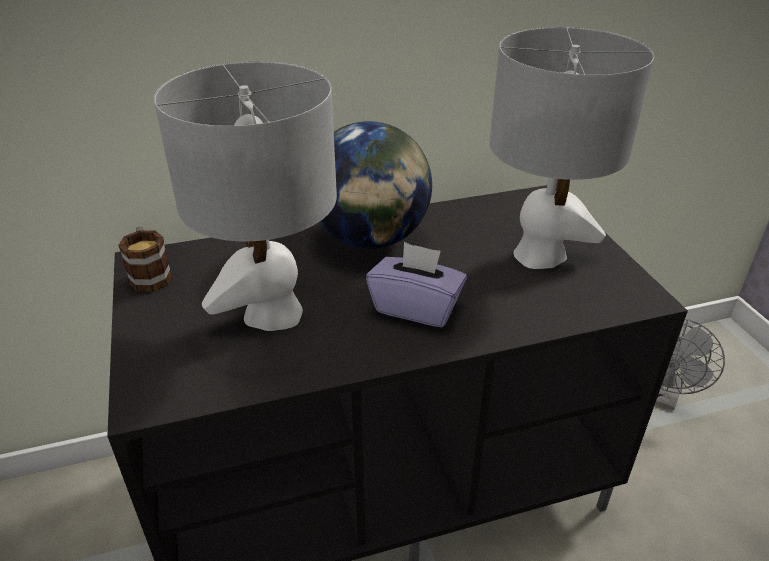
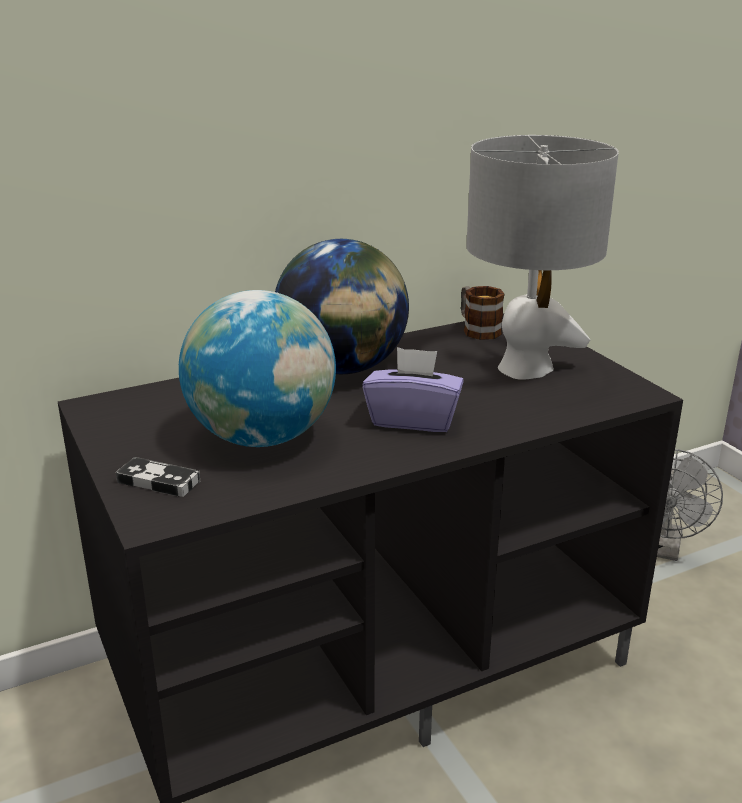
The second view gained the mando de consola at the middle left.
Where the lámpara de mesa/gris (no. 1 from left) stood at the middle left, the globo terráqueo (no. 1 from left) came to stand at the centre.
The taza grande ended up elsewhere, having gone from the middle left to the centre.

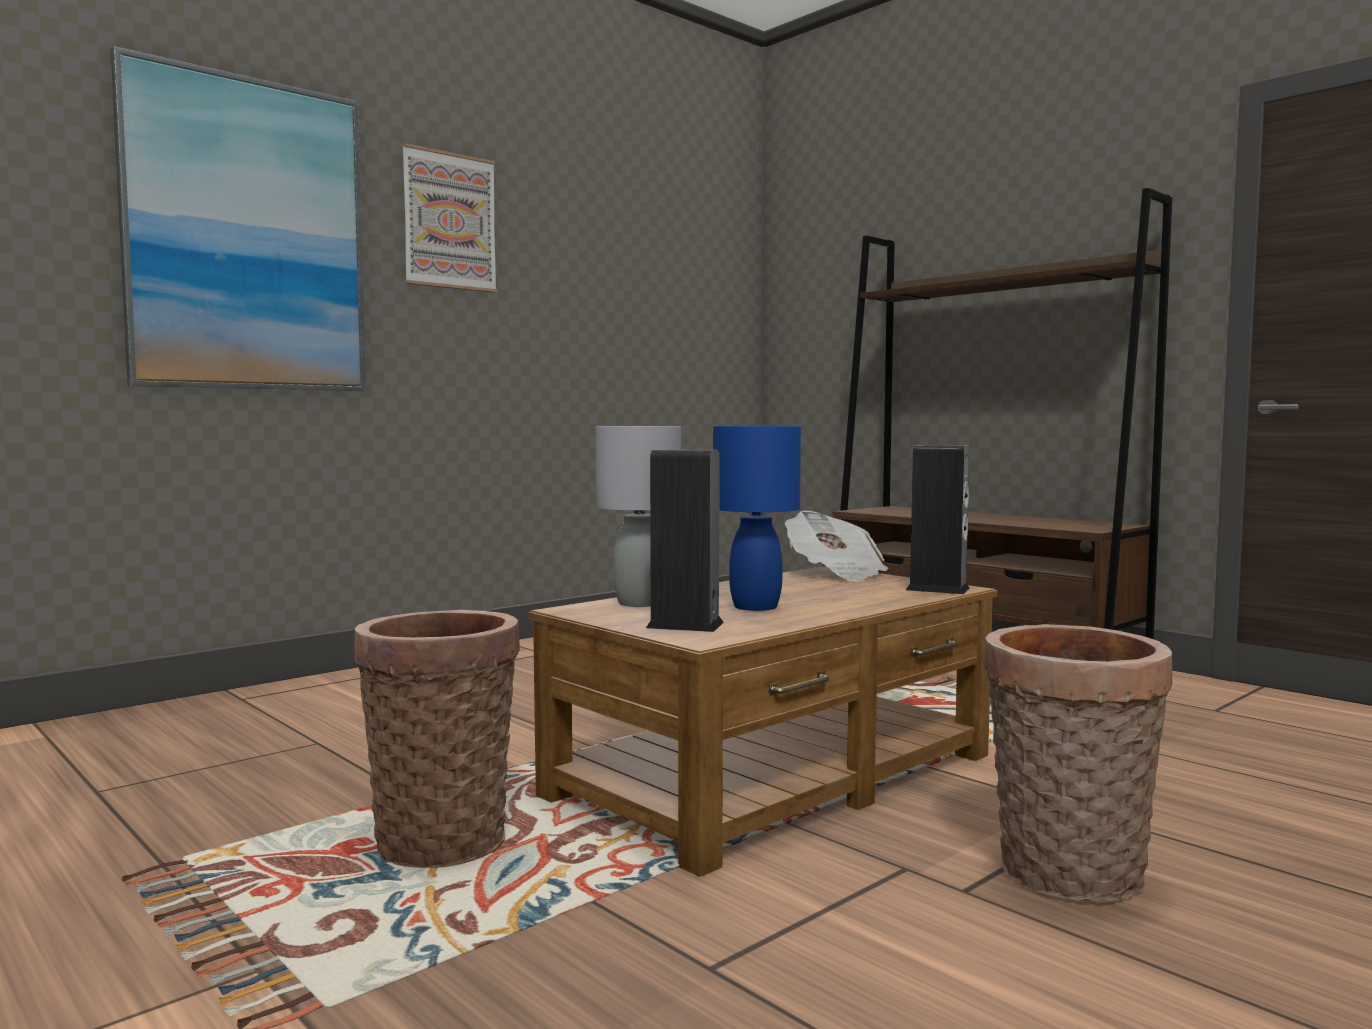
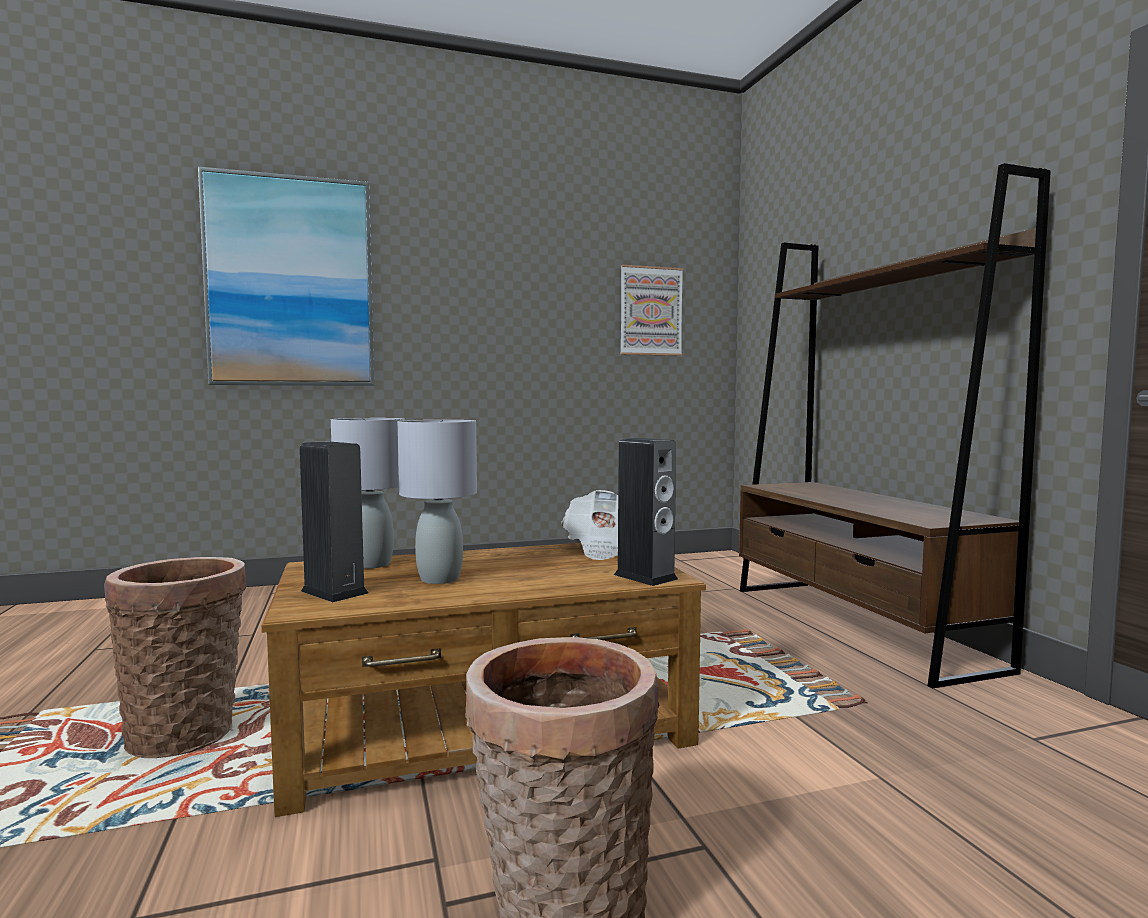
What was the lámpara de mesa/azul at the centre turned into the lámpara de mesa/gris (no. 2 from left) at the centre.
The cuadro (no. 2 from left) ended up elsewhere, having gone from the top left to the centre.

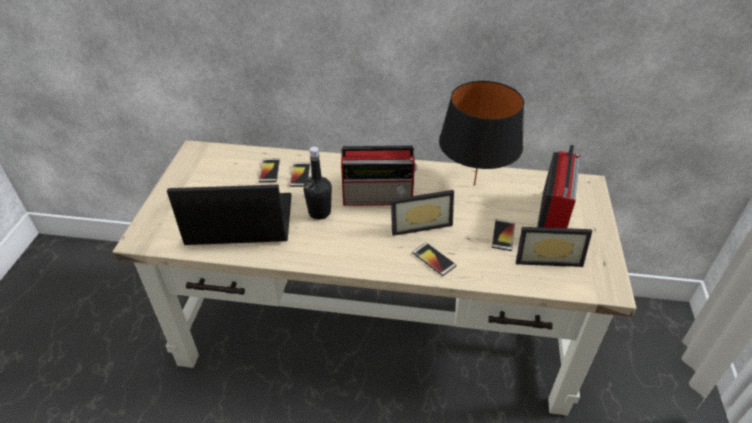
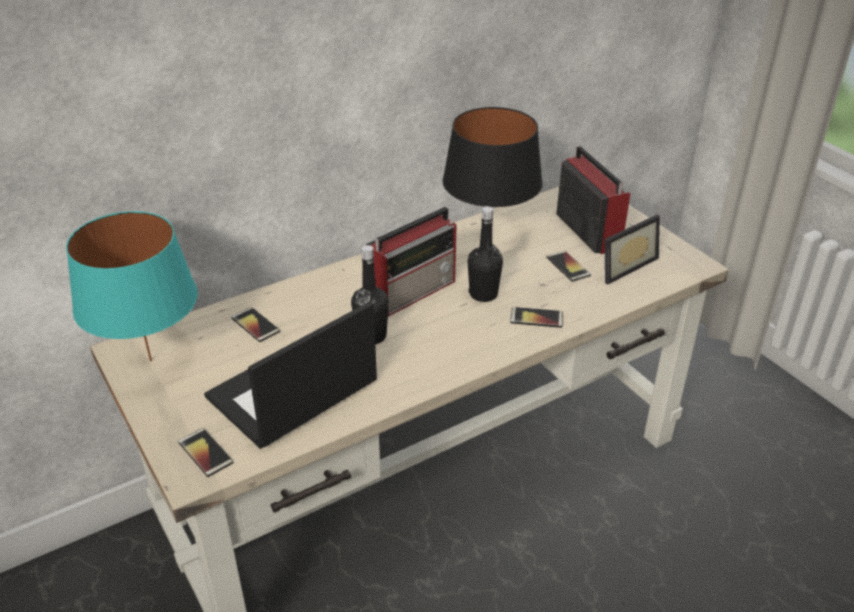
The second view gained the lámpara de mesa/turquesa at the middle left.
The móvil (no. 2 from left in the first image) ended up elsewhere, having gone from the centre to the bottom left.
Where the portarretratos (no. 1 from left) stood at the centre, the botella/negro (no. 2 from left) came to stand at the centre.

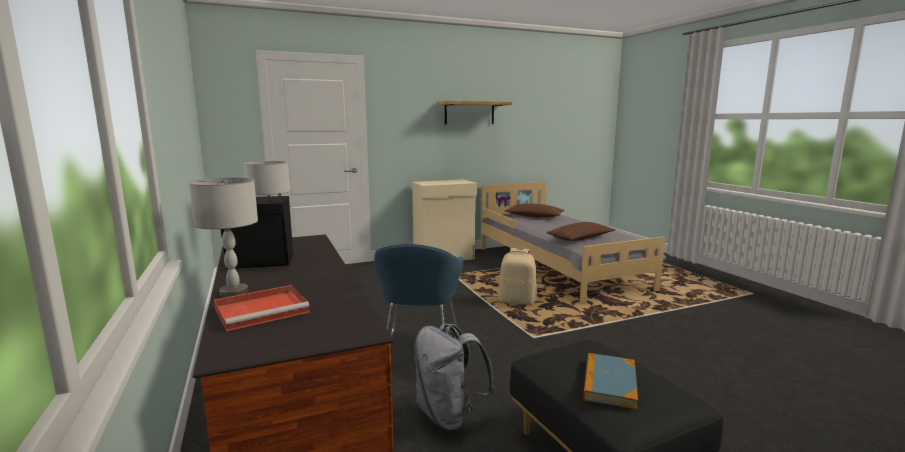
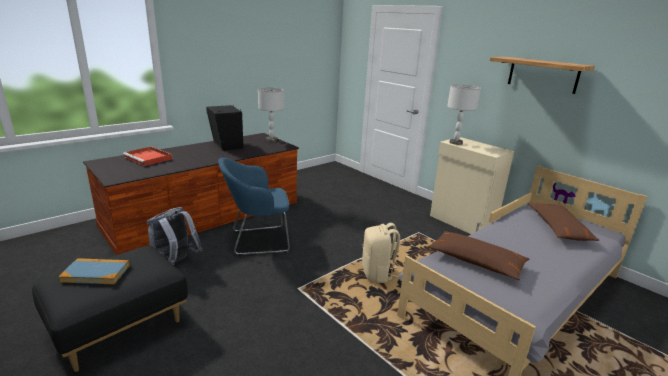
The lámpara de mesa/gris (no. 1 from left in the first image) ended up elsewhere, having gone from the middle left to the top right.

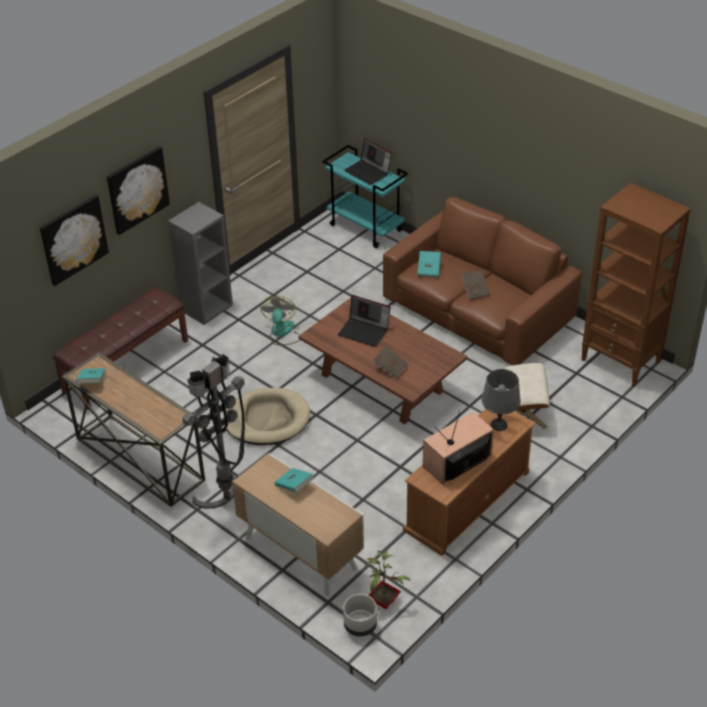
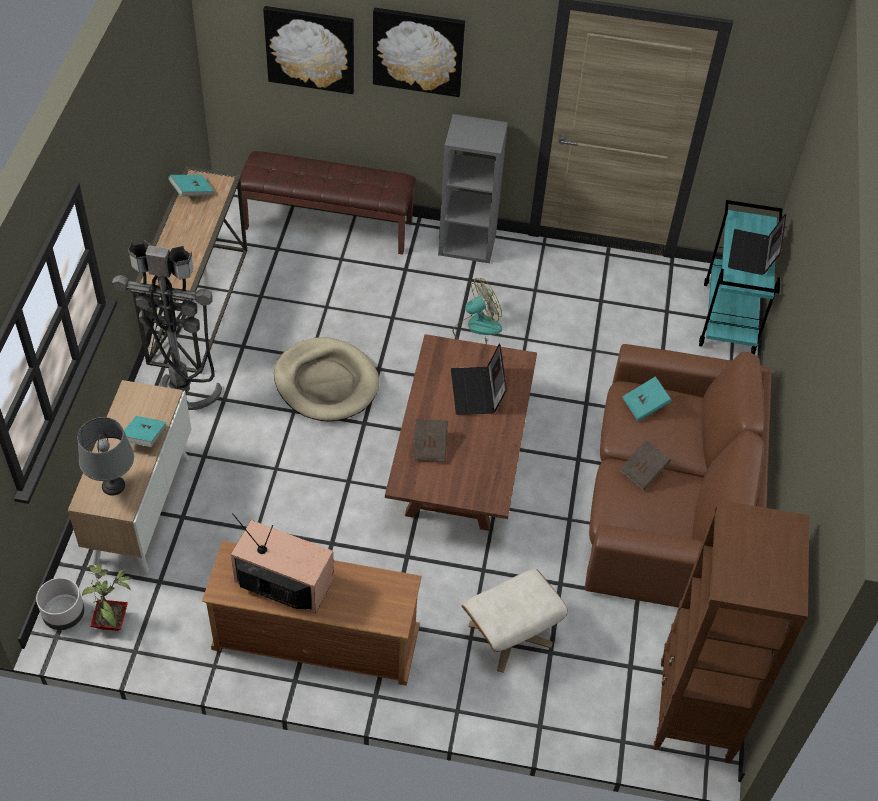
The lámpara de mesa/gris ended up elsewhere, having gone from the middle right to the middle left.

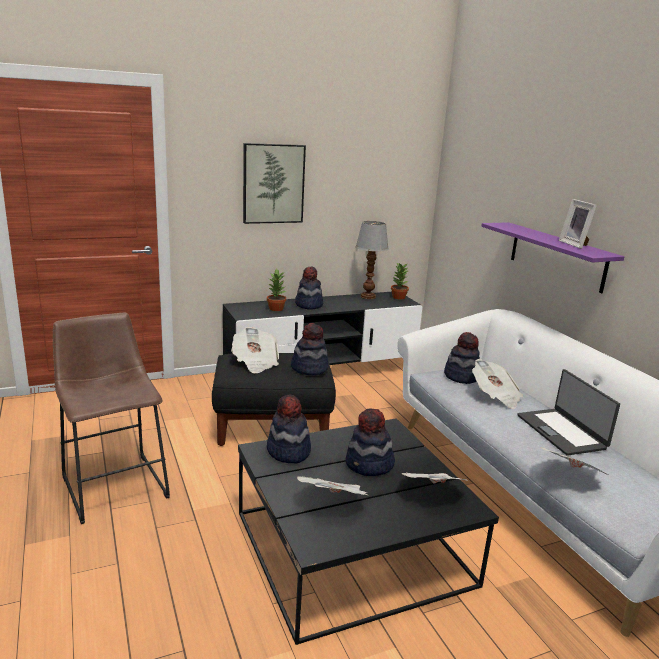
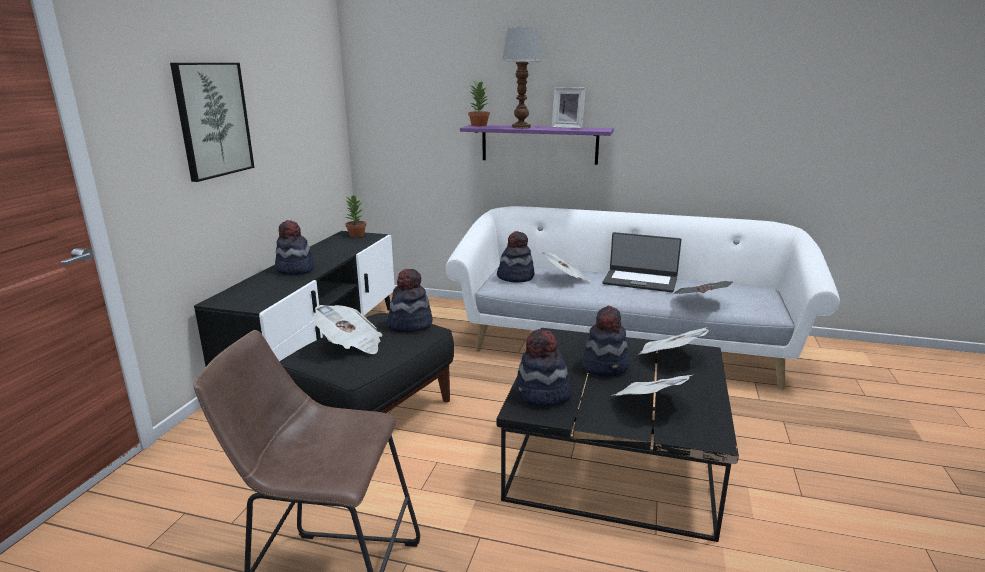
The planta en maceta (no. 1 from left in the first image) ended up elsewhere, having gone from the centre to the top centre.
The lámpara de mesa ended up elsewhere, having gone from the centre to the top centre.

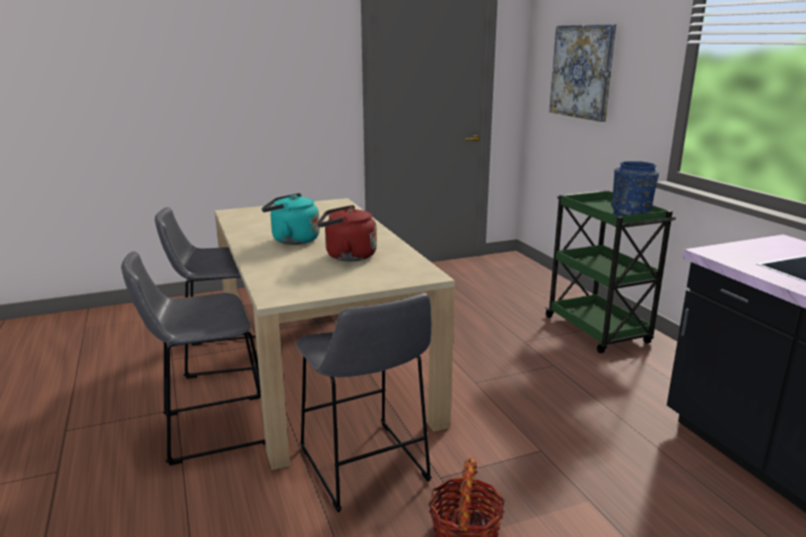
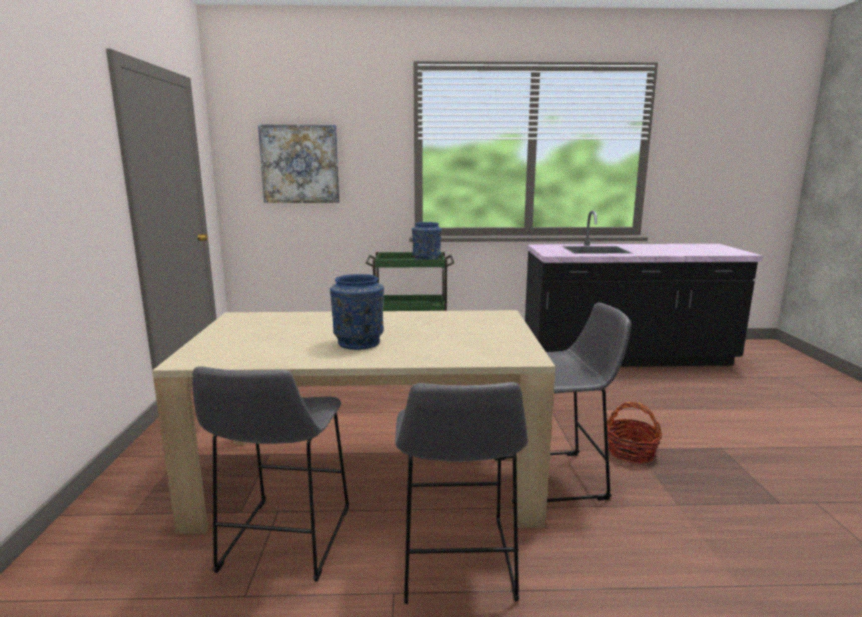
Where the hervidor/turquesa stood at the centre, the florero/azul (no. 1 from left) came to stand at the centre.
The second view lost the hervidor/rojo at the centre.

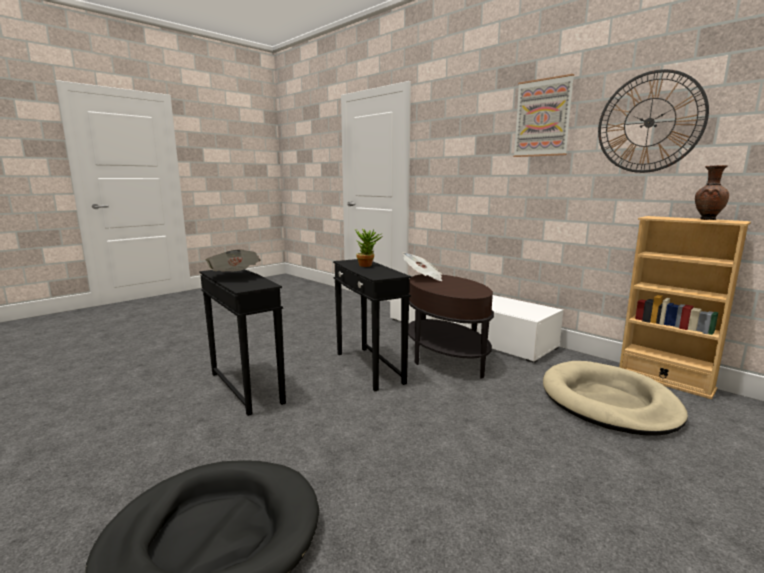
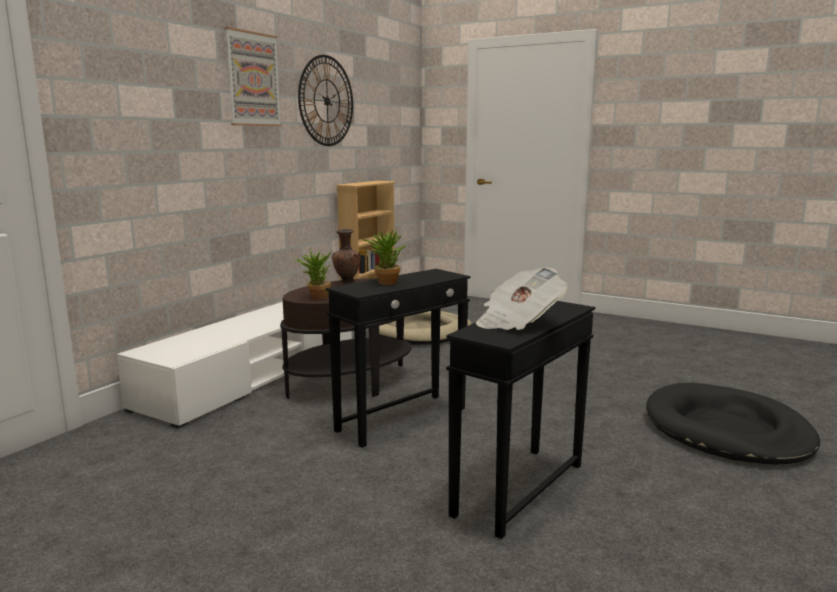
Where the periódico (no. 2 from left) stood at the centre, the planta en maceta (no. 1 from left) came to stand at the centre.
The florero/marrón ended up elsewhere, having gone from the middle right to the centre.

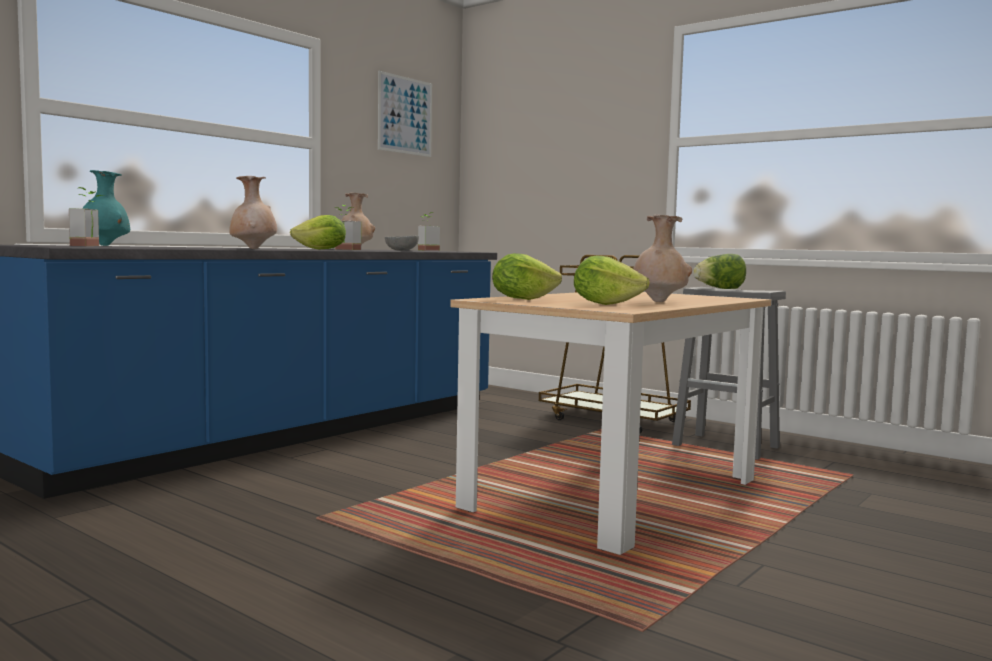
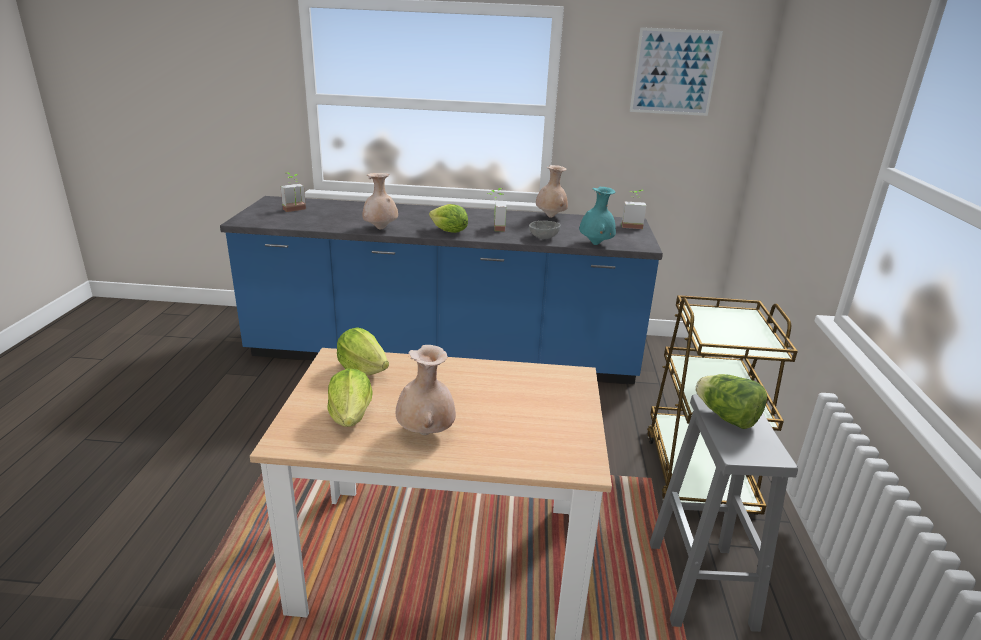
The florero/turquesa ended up elsewhere, having gone from the top left to the centre.

